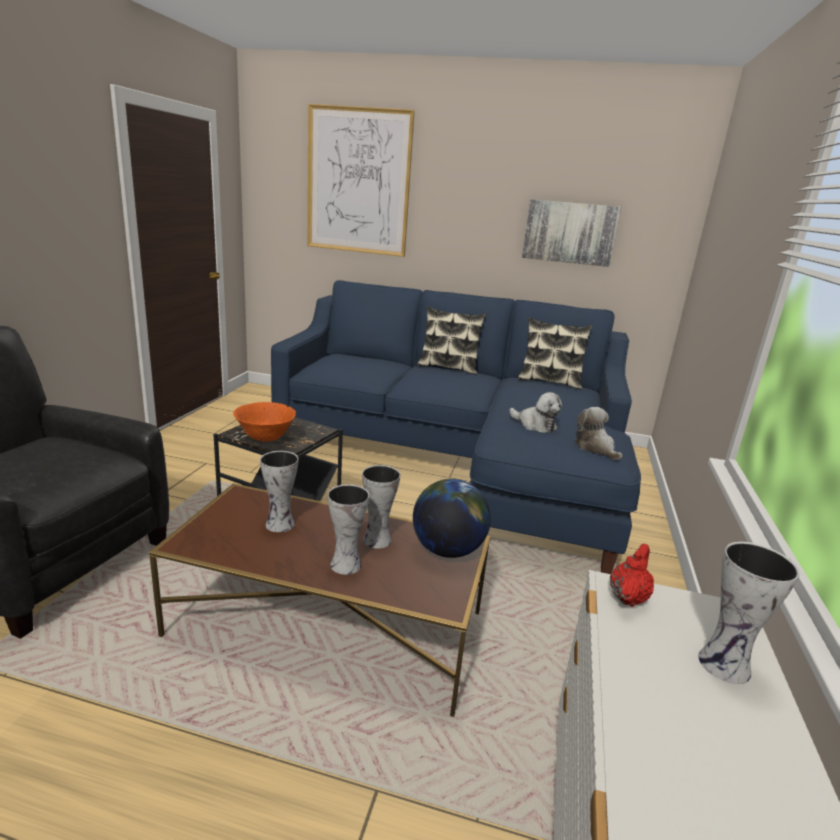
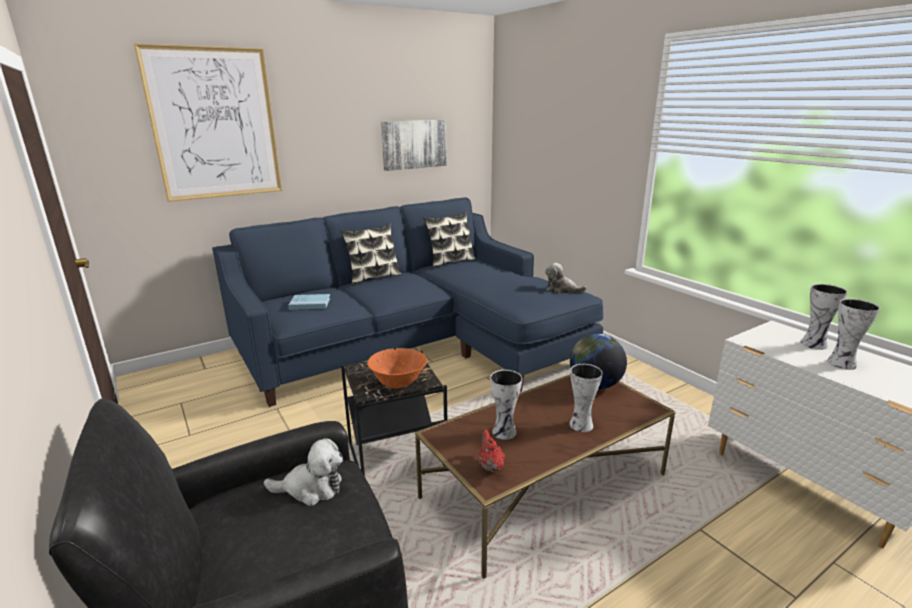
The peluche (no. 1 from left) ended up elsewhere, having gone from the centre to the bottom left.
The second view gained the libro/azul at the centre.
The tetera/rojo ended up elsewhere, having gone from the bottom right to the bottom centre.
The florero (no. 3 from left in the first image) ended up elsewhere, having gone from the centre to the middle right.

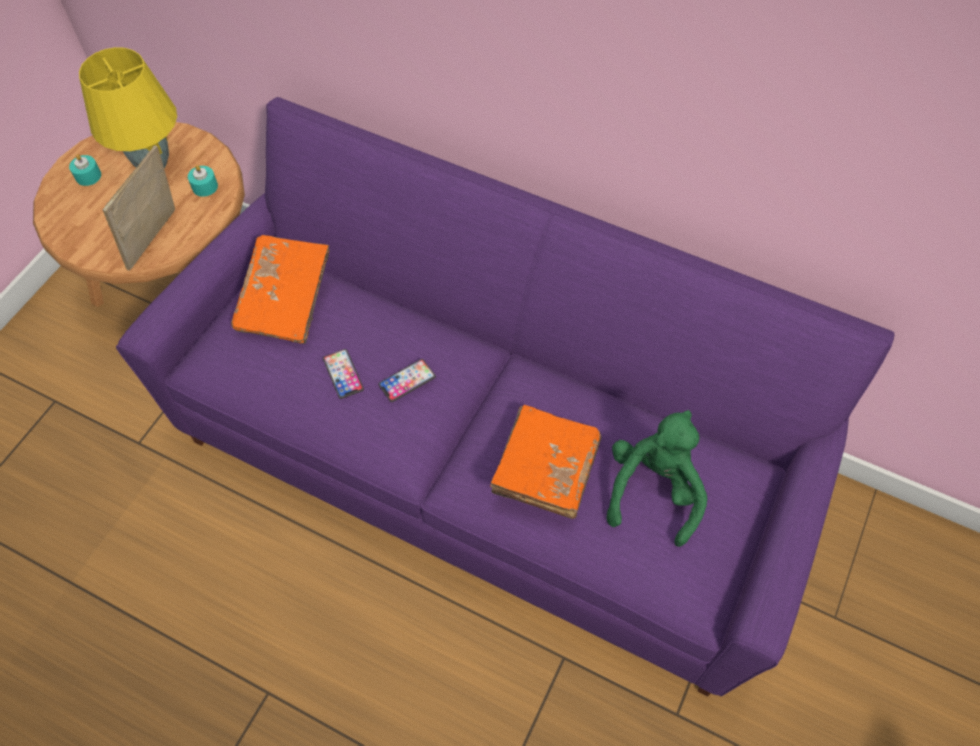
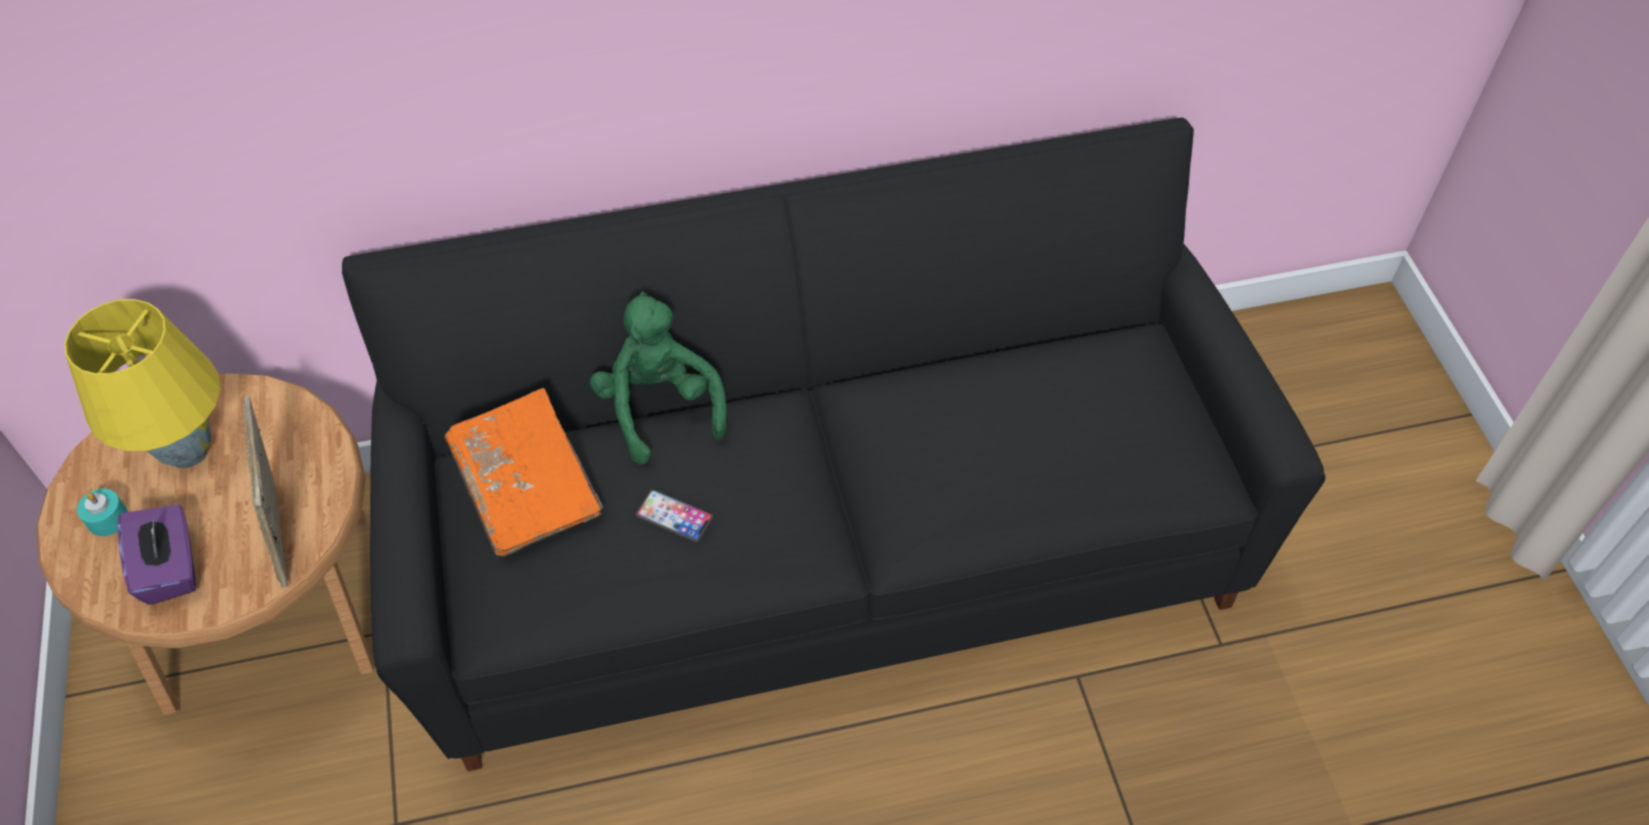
The second view gained the caja de pañuelos/morado at the bottom left.
What was the sofá/morado at the centre turned into the sofá/negro at the centre.
The peluche/verde ended up elsewhere, having gone from the middle right to the centre.
The second view lost the vela/turquesa (no. 2 from left) at the top left.
The second view lost the móvil (no. 2 from left) at the centre.
The second view lost the libro/naranja (no. 2 from left) at the centre.

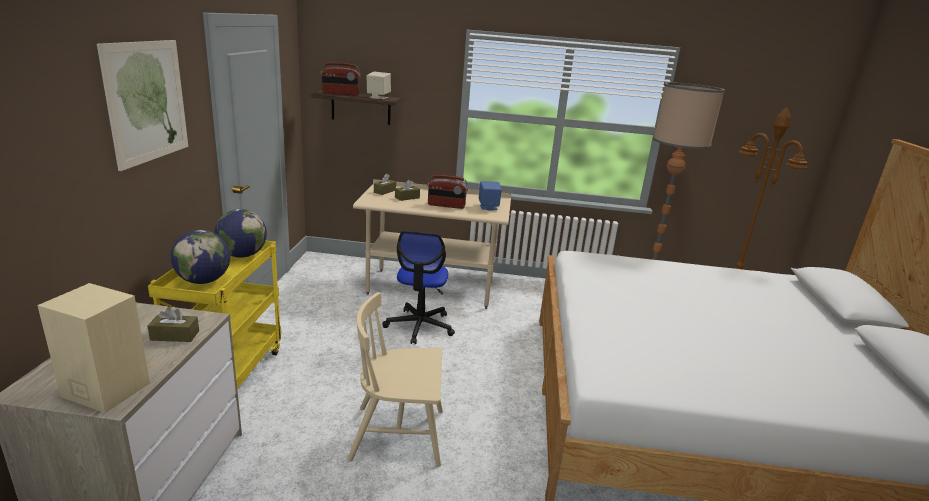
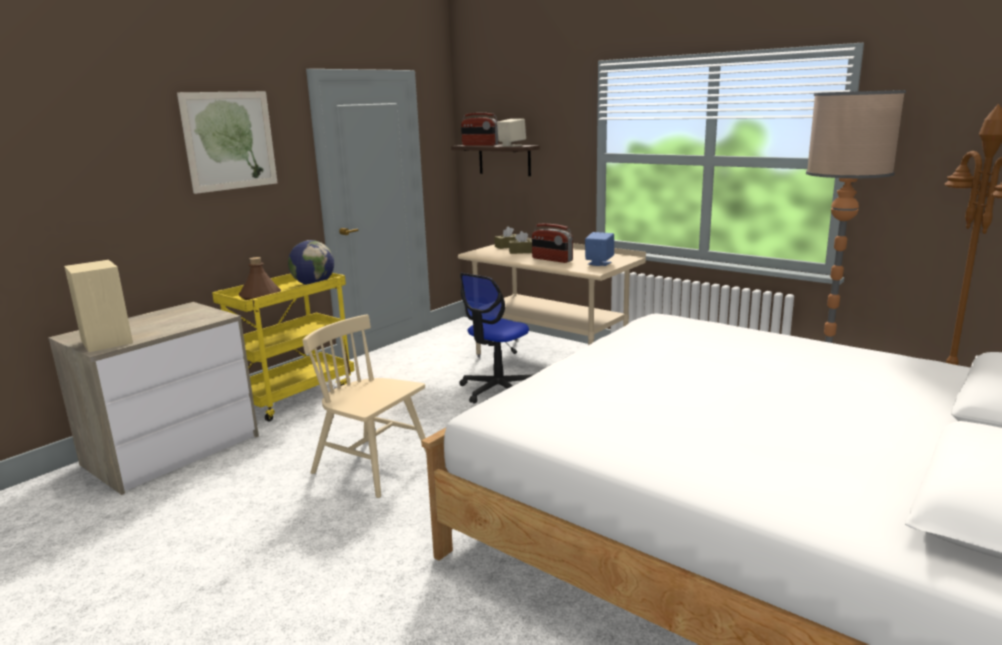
Where the globo terráqueo (no. 1 from left) stood at the middle left, the botella/marrón came to stand at the middle left.
The second view lost the caja de pañuelos/marrón (no. 1 from left) at the middle left.

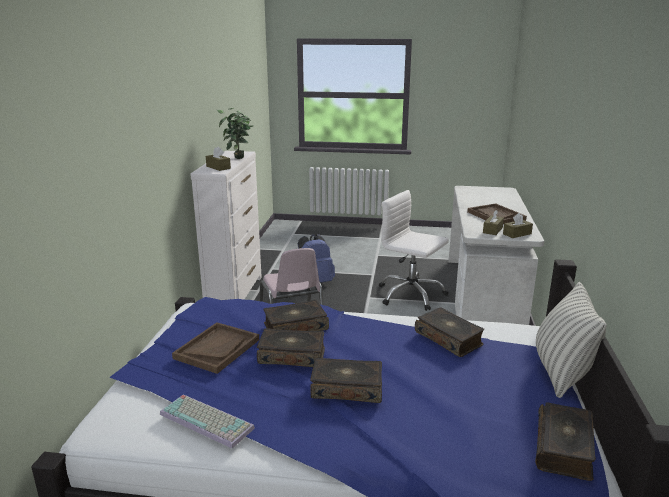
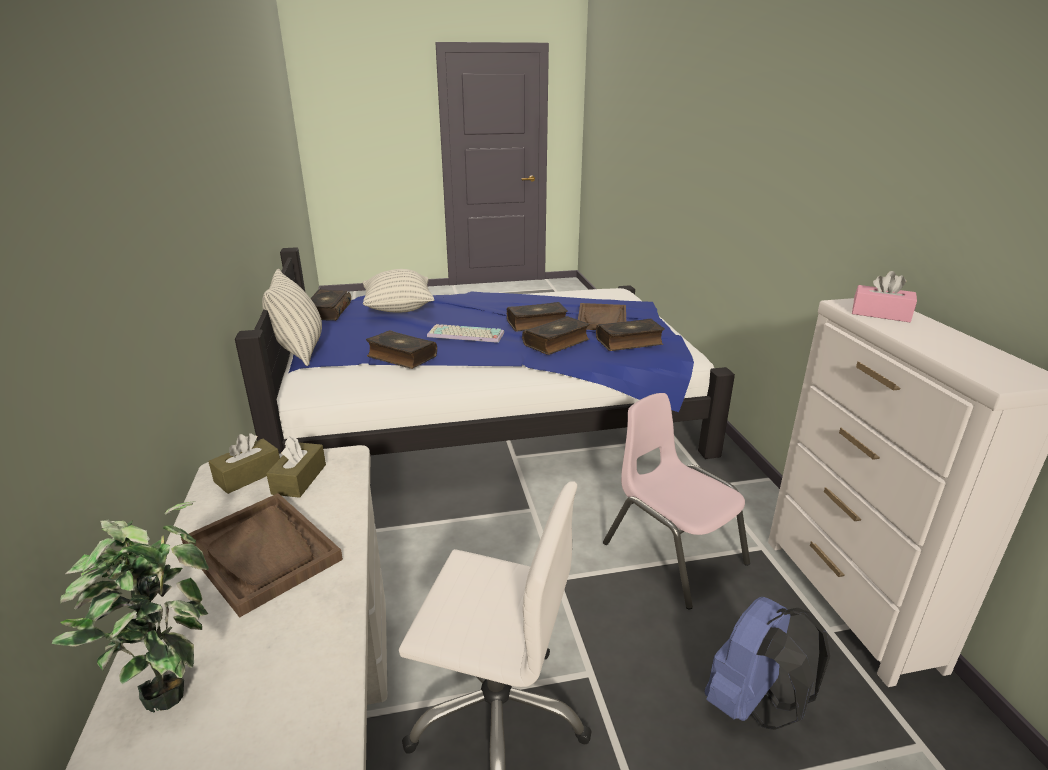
The planta en maceta ended up elsewhere, having gone from the top centre to the bottom left.
The second view gained the cojín (no. 2 from left) at the centre.
The teclado ended up elsewhere, having gone from the bottom left to the centre.
The libro (no. 3 from left in the first image) ended up elsewhere, having gone from the bottom centre to the centre.
What was the caja de pañuelos/marrón (no. 1 from left) at the top left turned into the caja de pañuelos/rosa at the middle right.

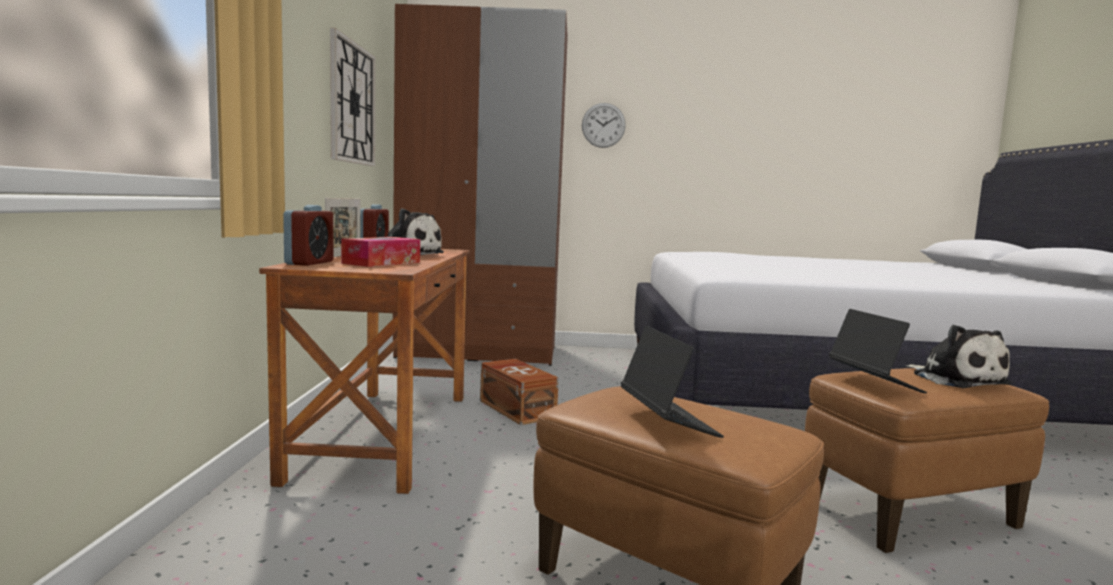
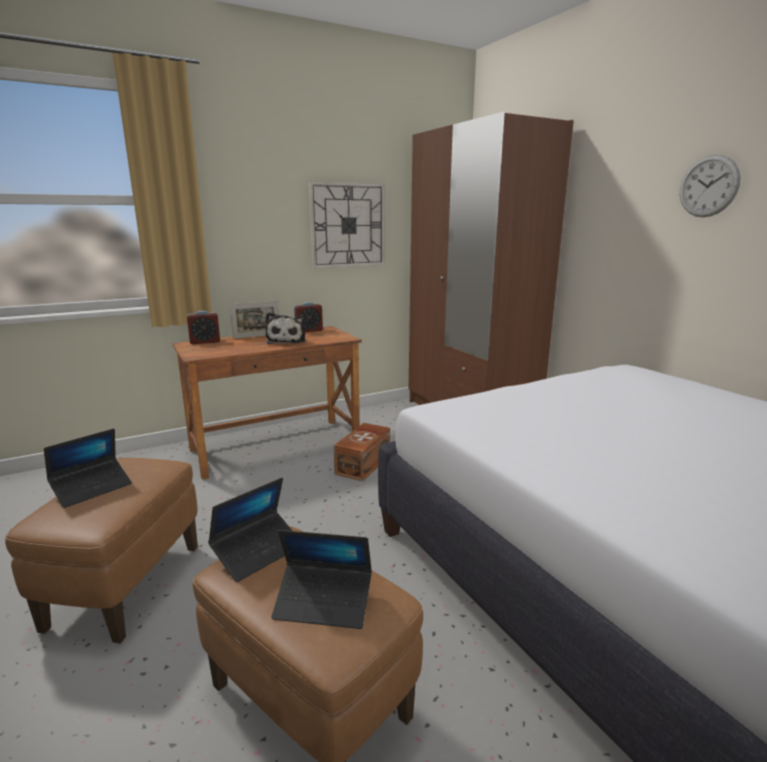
Where the peluche (no. 2 from left) stood at the middle right, the portátil (no. 3 from left) came to stand at the bottom centre.
The reloj de pared (no. 2 from left) ended up elsewhere, having gone from the top centre to the top right.
The second view lost the caja de pañuelos at the centre.

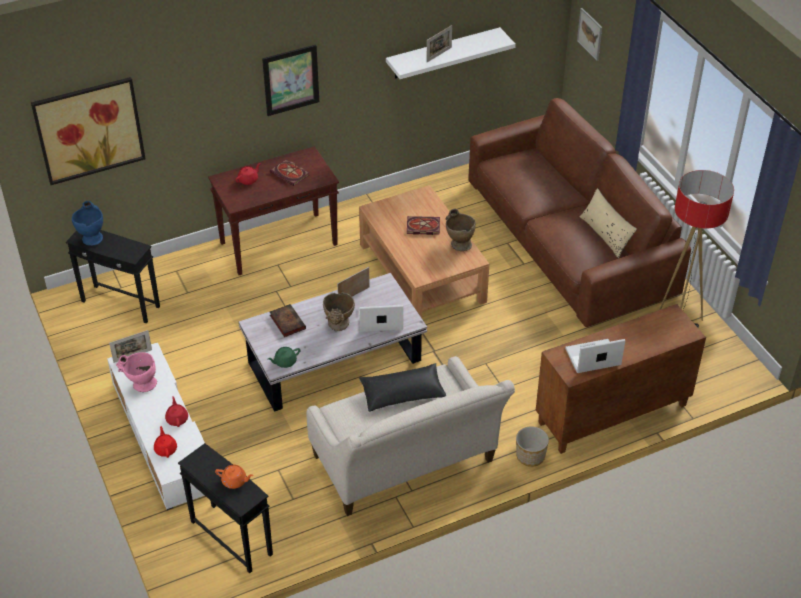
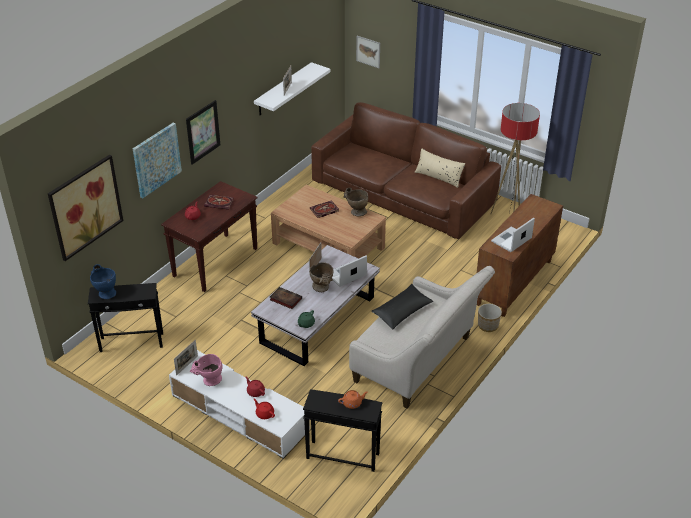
The second view gained the cuadro (no. 2 from left) at the top left.

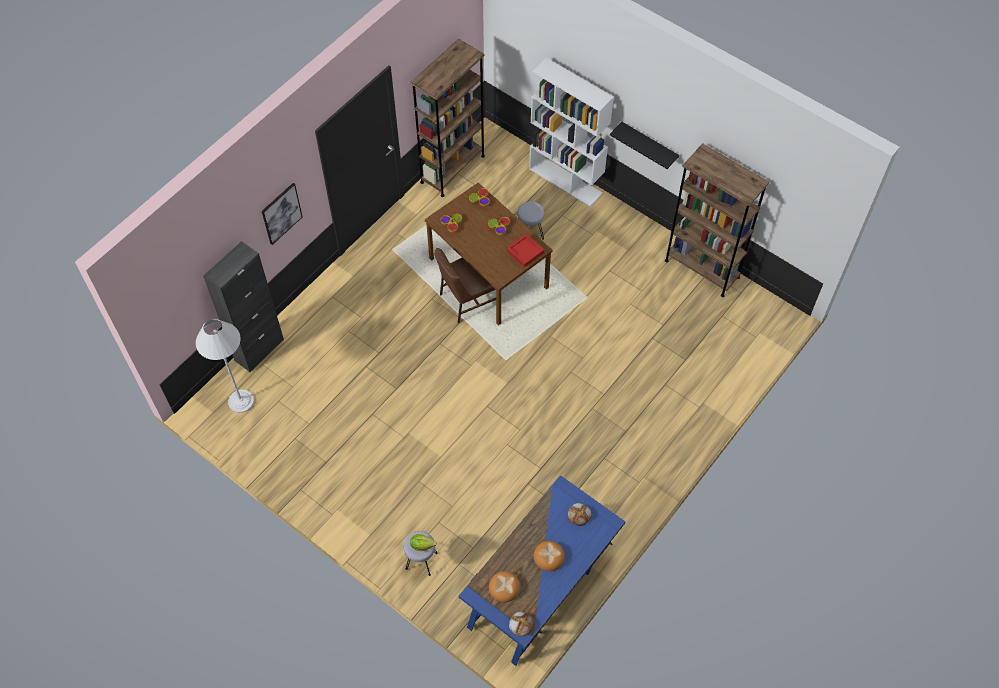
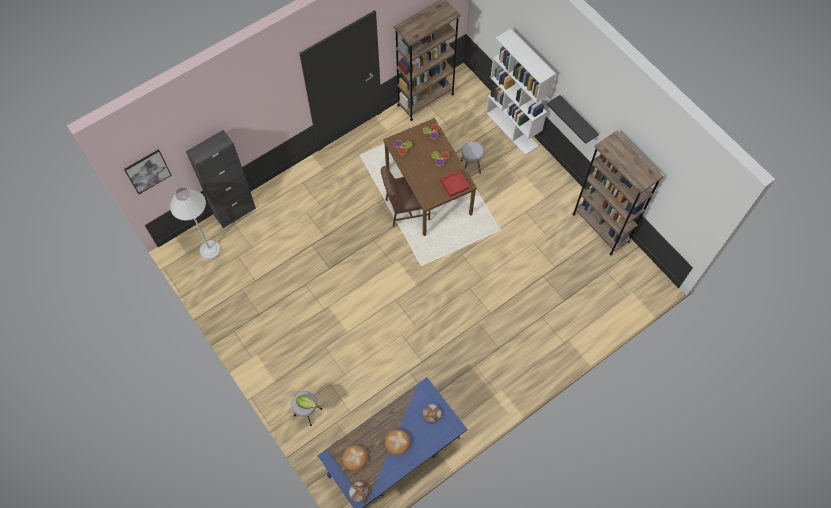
The cuadro ended up elsewhere, having gone from the top left to the middle left.

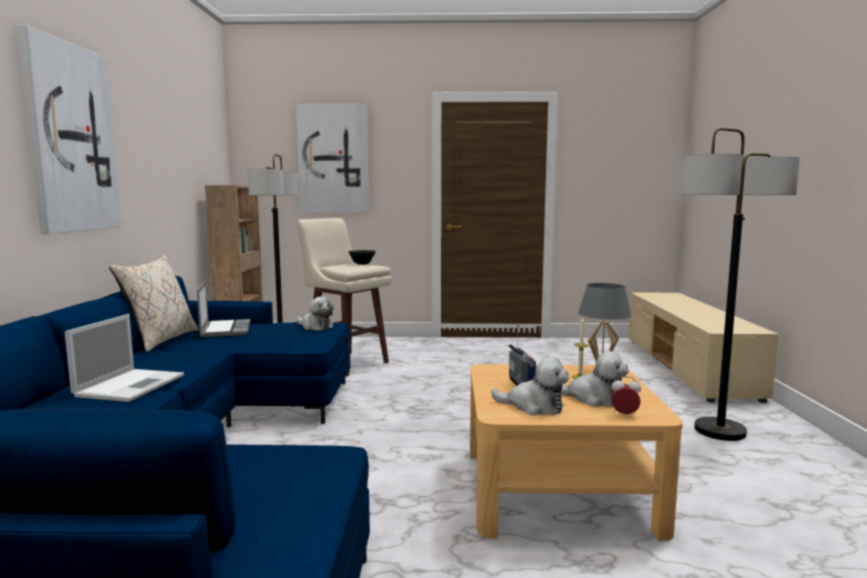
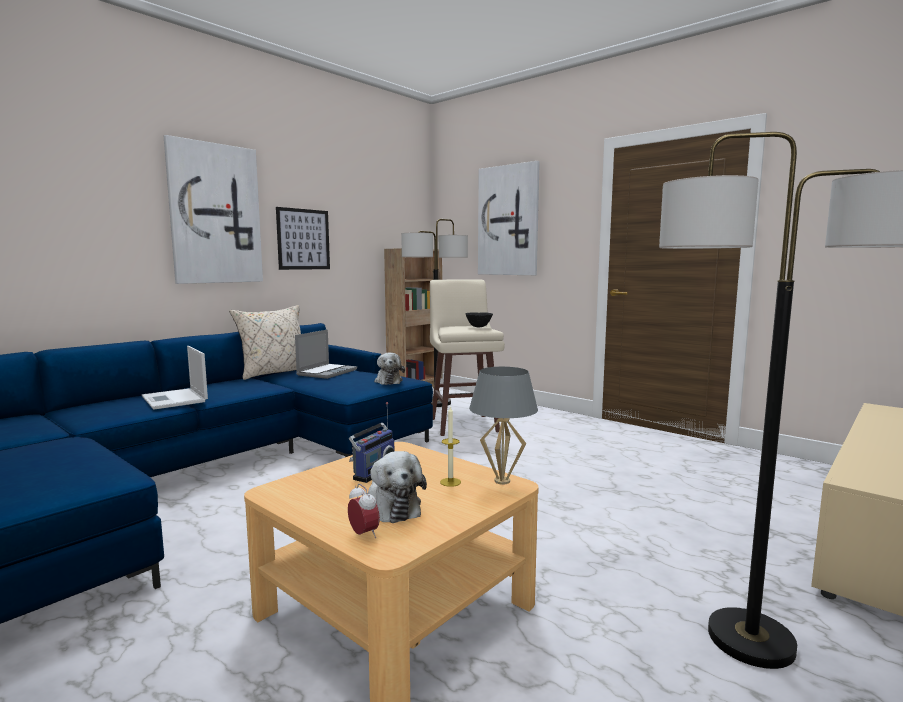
The portátil (no. 1 from left) at the middle left ended up facing another way, 90 degrees clockwise from before.
The second view gained the cuadro (no. 2 from left) at the centre.
The second view lost the peluche (no. 2 from left) at the bottom centre.

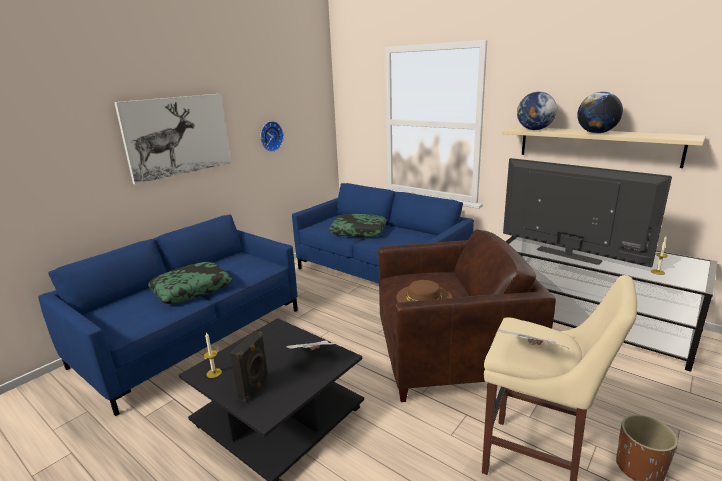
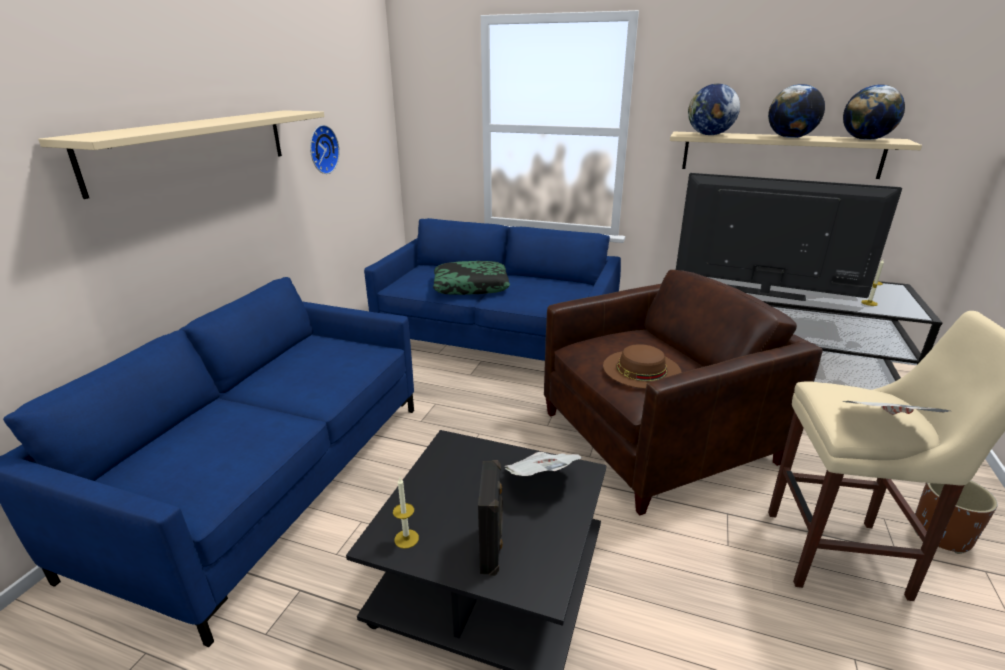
Where the cuadro hung at the top left, the estante/beis (no. 1 from left) came to hang at the top left.
The second view gained the globo terráqueo (no. 3 from left) at the top right.
The second view lost the cojín (no. 1 from left) at the middle left.

